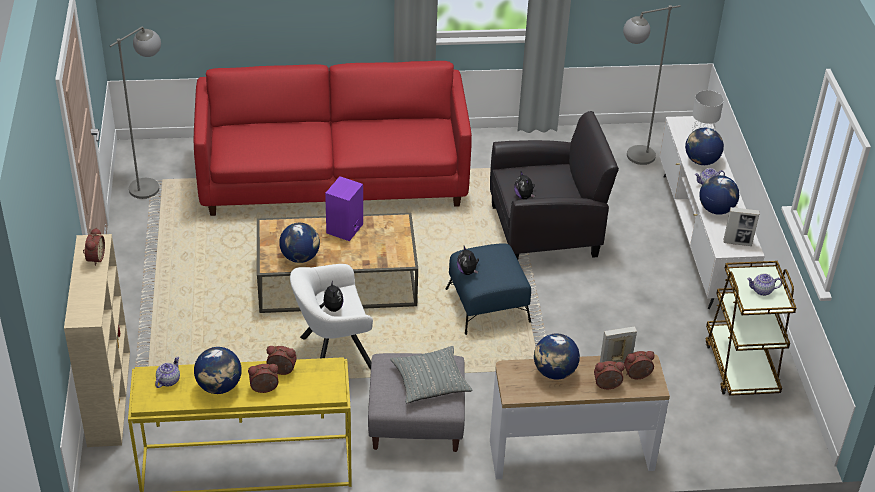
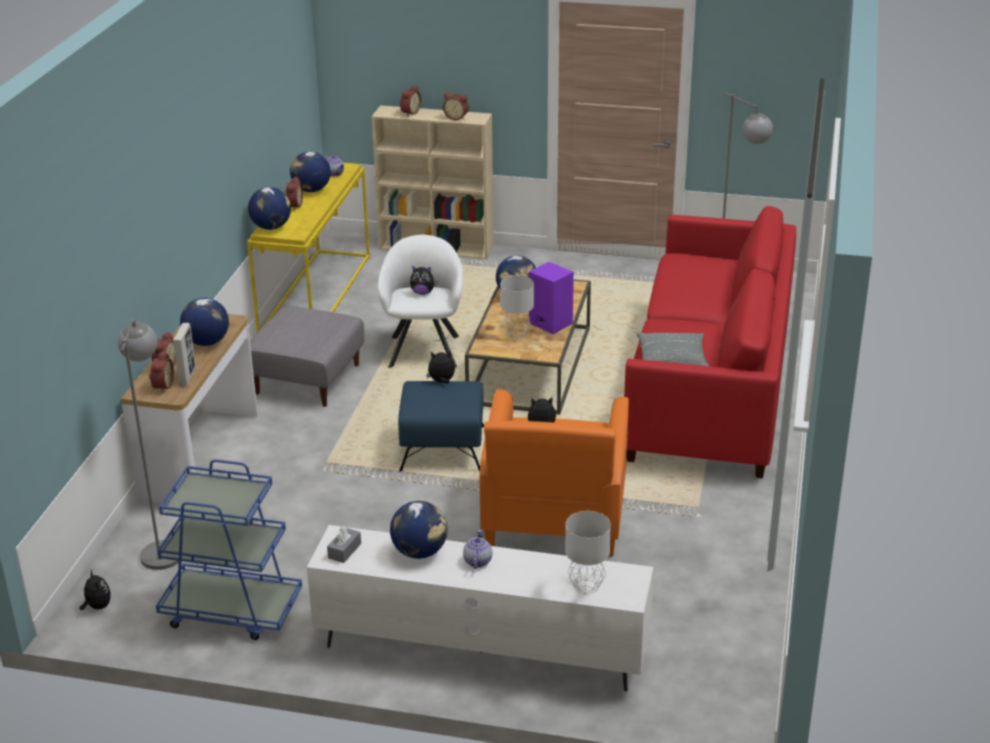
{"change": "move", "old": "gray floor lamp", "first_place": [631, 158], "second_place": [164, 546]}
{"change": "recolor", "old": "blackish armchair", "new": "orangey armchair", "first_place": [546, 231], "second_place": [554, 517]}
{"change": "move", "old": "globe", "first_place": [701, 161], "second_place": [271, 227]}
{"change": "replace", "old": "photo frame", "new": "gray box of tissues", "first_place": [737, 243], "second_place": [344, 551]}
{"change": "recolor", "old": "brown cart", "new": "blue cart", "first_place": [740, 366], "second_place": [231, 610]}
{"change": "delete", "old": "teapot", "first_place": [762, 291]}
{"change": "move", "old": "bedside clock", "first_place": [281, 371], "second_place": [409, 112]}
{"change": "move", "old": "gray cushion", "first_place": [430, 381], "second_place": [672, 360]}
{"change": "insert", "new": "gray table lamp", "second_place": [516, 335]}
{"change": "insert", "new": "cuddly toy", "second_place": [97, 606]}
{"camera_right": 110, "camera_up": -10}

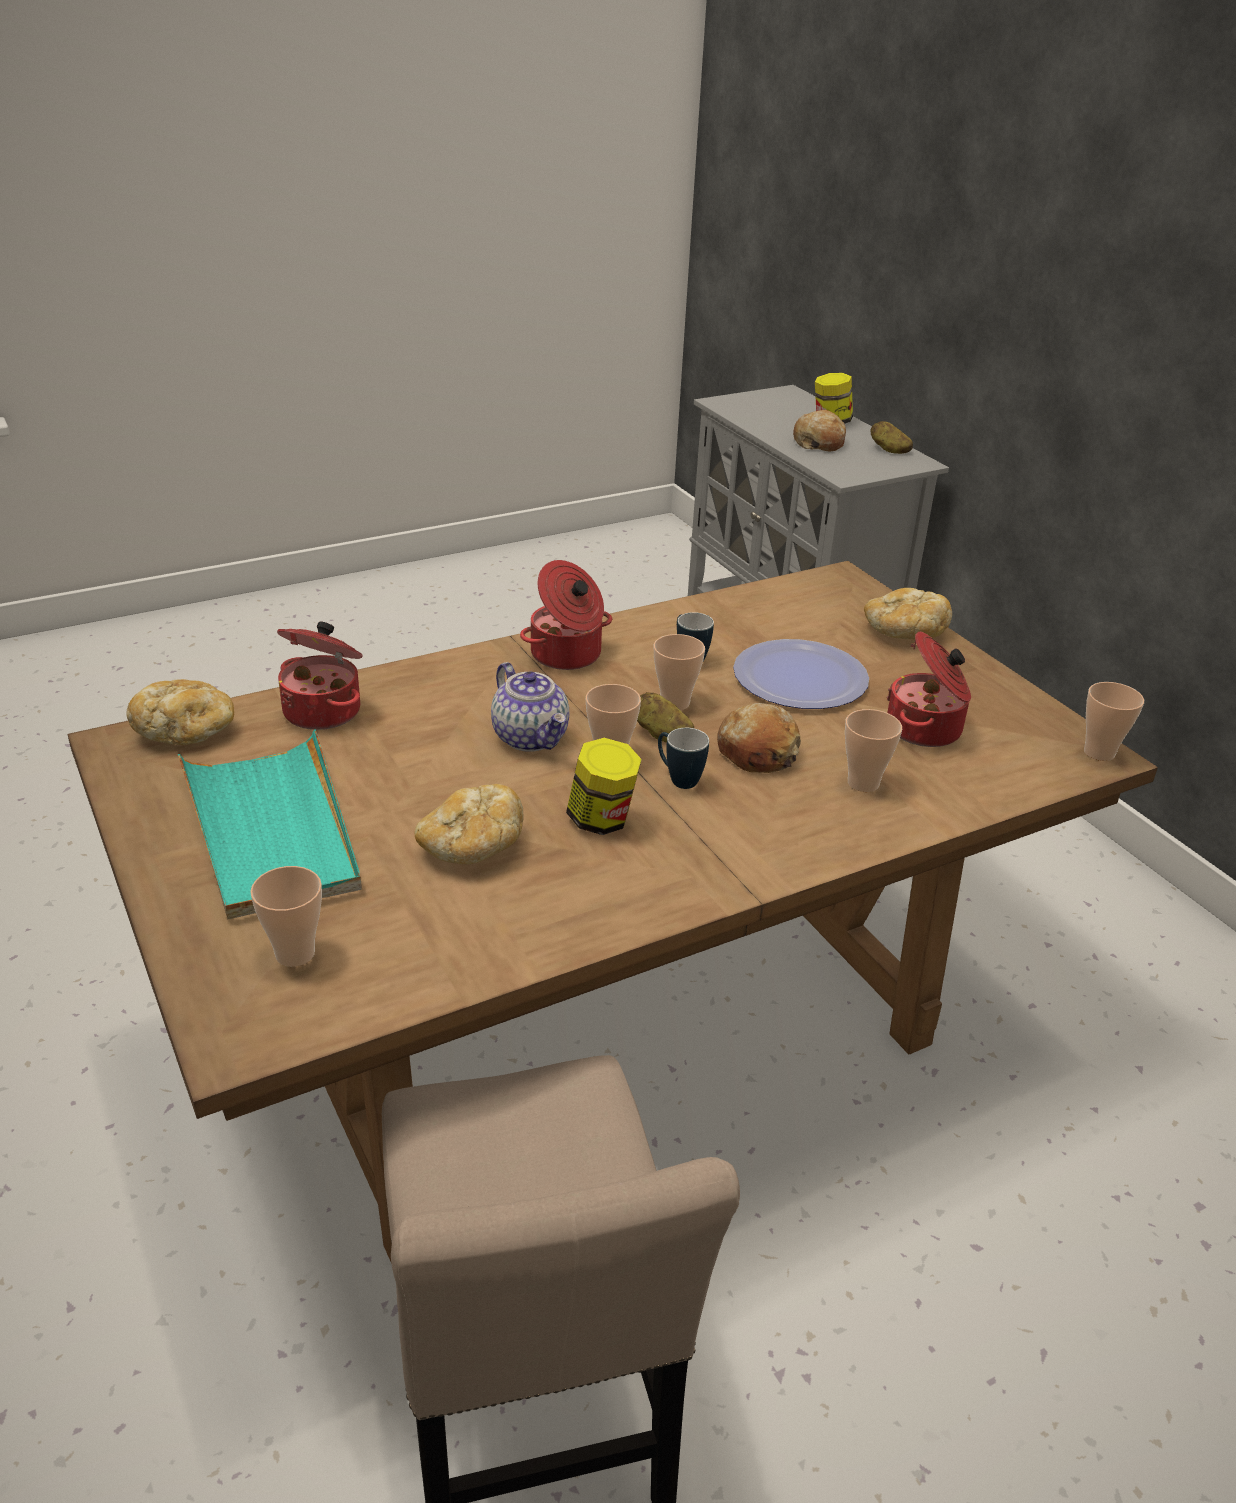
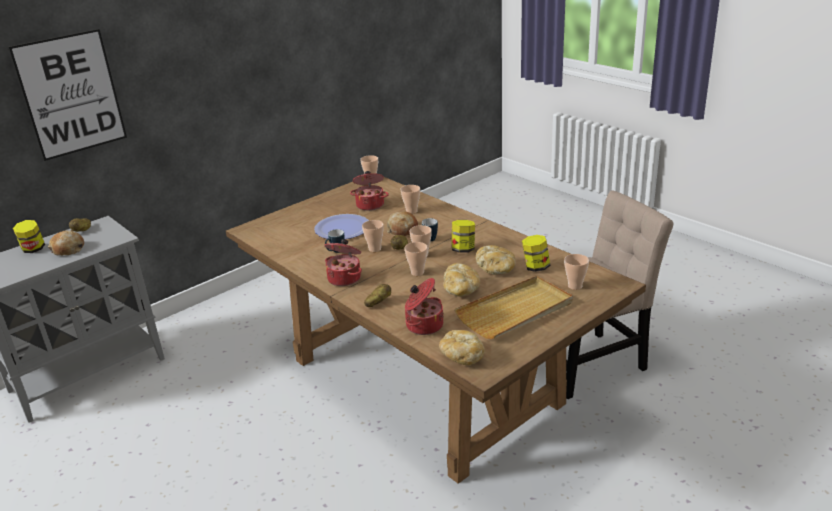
{"change": "move", "old": "baked bread", "first_place": [903, 633], "second_place": [461, 290]}
{"change": "replace", "old": "teapot", "new": "drinking cup", "first_place": [531, 737], "second_place": [417, 272]}
{"change": "recolor", "old": "turquoise-coloured tray", "new": "beige tray", "first_place": [271, 830], "second_place": [515, 311]}
{"change": "insert", "new": "wall picture", "second_place": [71, 94]}
{"change": "insert", "new": "jar", "second_place": [535, 267]}
{"change": "insert", "new": "spud", "second_place": [378, 303]}
{"camera_right": -100, "camera_up": -5}

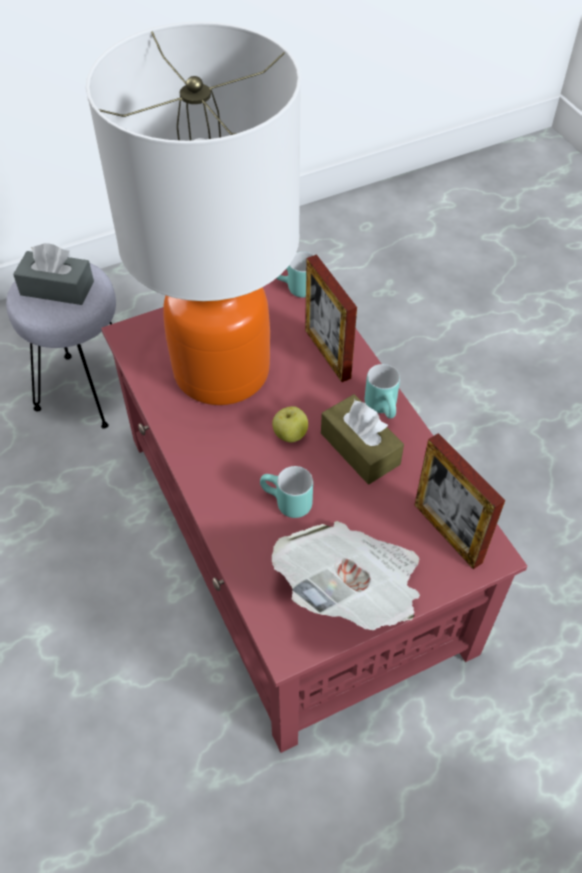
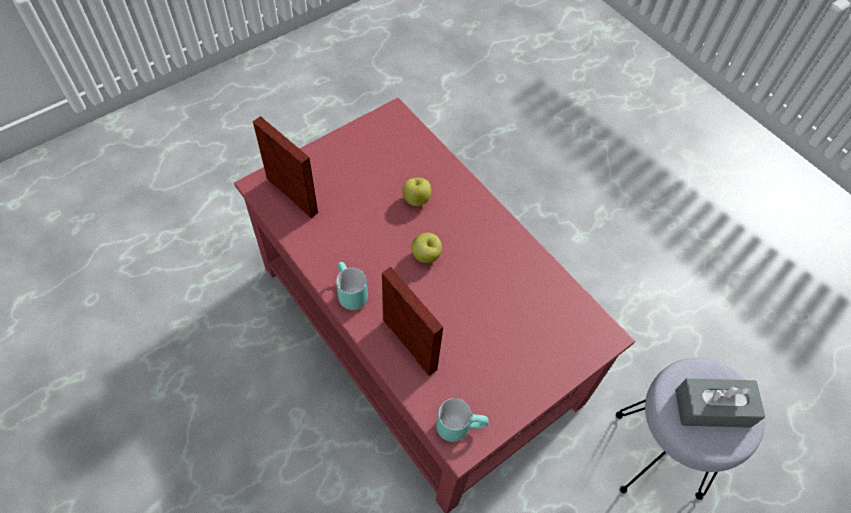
{"change": "delete", "old": "table lamp", "first_place": [220, 371]}
{"change": "delete", "old": "brown box of tissues", "first_place": [360, 448]}
{"change": "replace", "old": "turquoise-coloured mug", "new": "apple fruit", "first_place": [285, 504], "second_place": [416, 199]}
{"change": "delete", "old": "printed paper", "first_place": [352, 590]}
{"camera_right": 165, "camera_up": 5}

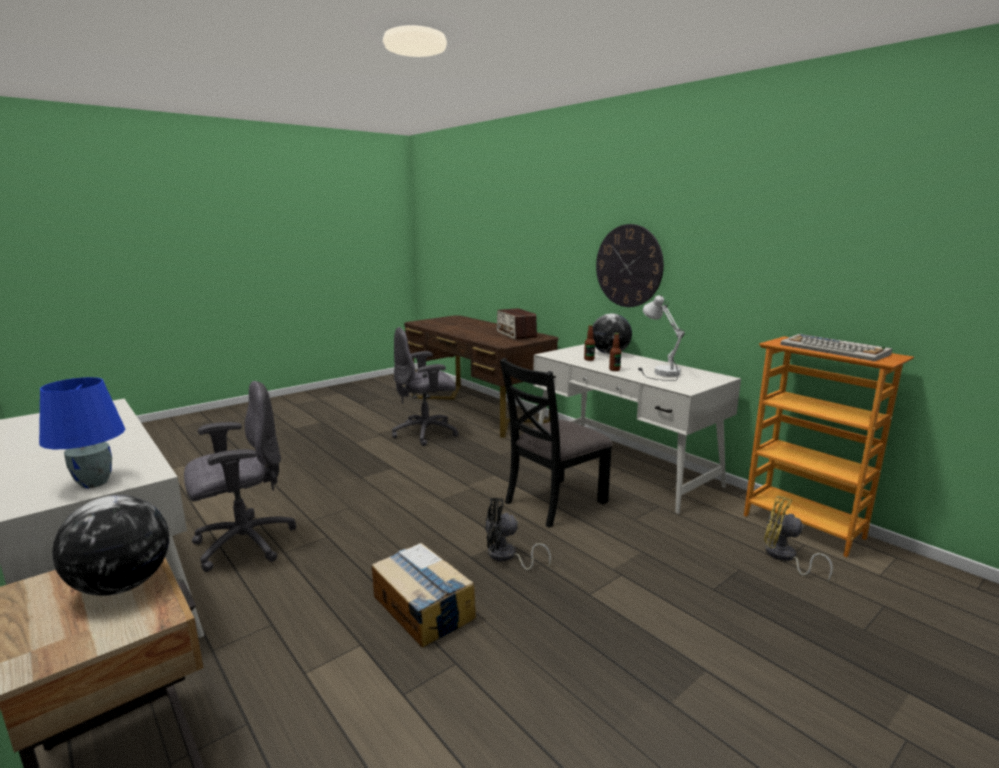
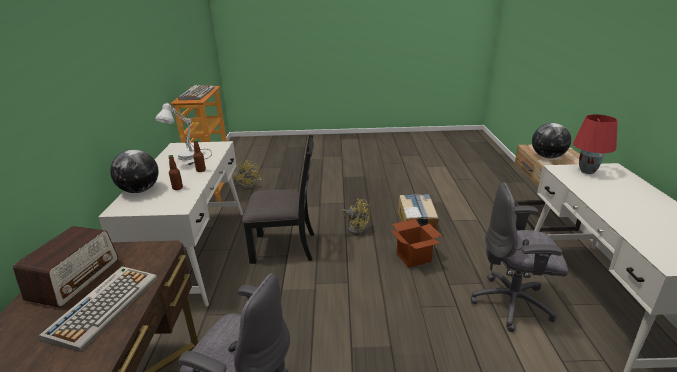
{"change": "delete", "old": "clock on the wall", "first_place": [628, 266]}
{"change": "recolor", "old": "blue table lamp", "new": "red-coloured table lamp", "first_place": [93, 483], "second_place": [587, 171]}
{"change": "recolor", "old": "blackish fan", "new": "yellow fan", "first_place": [506, 557], "second_place": [356, 228]}
{"change": "insert", "new": "packing box", "second_place": [413, 257]}
{"change": "insert", "new": "keyboard", "second_place": [104, 306]}
{"camera_right": -140, "camera_up": 10}

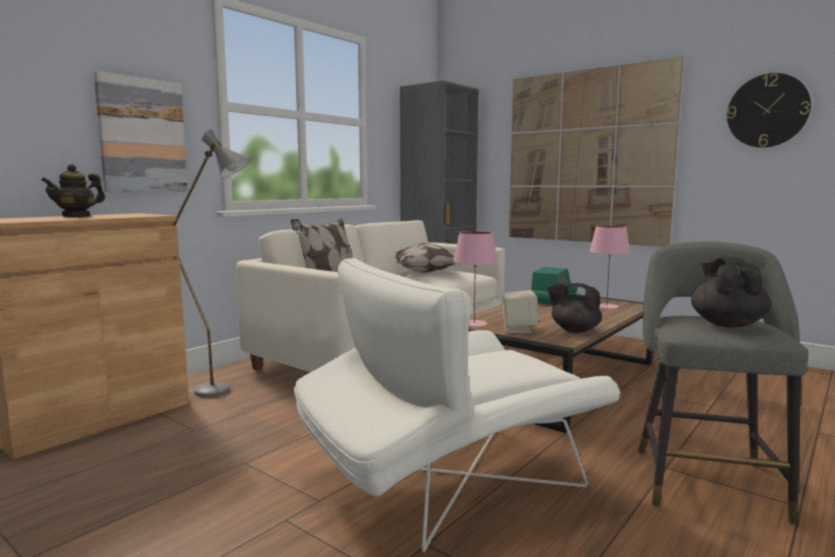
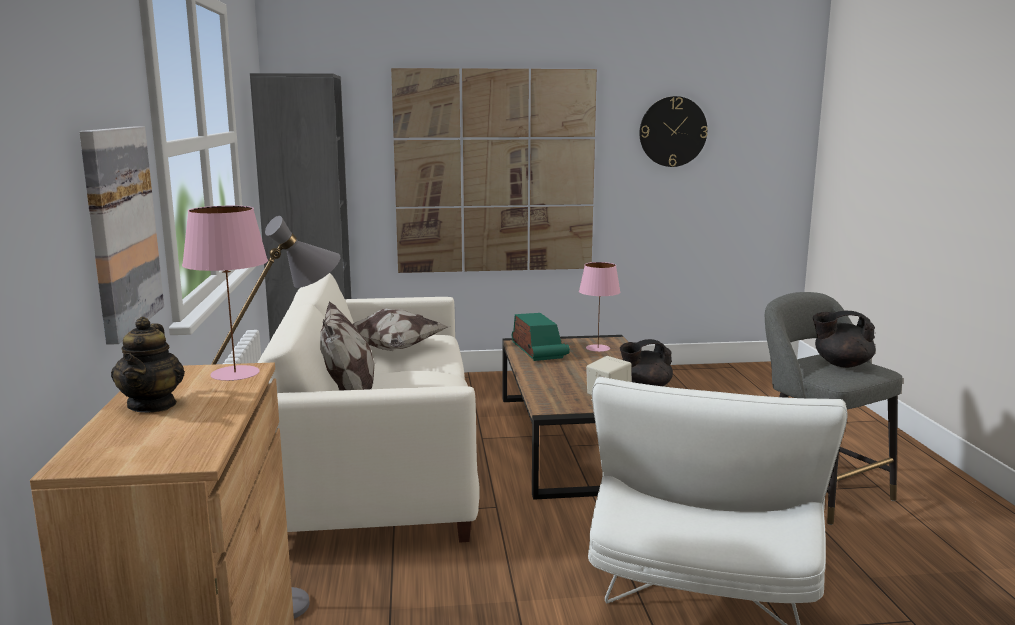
{"change": "move", "old": "pink-coloured table lamp", "first_place": [474, 323], "second_place": [235, 373]}
{"change": "rotate", "old": "blackish teapot", "first_place": [727, 324], "second_place": [841, 364], "degrees": -45}
{"camera_right": -45, "camera_up": 5}

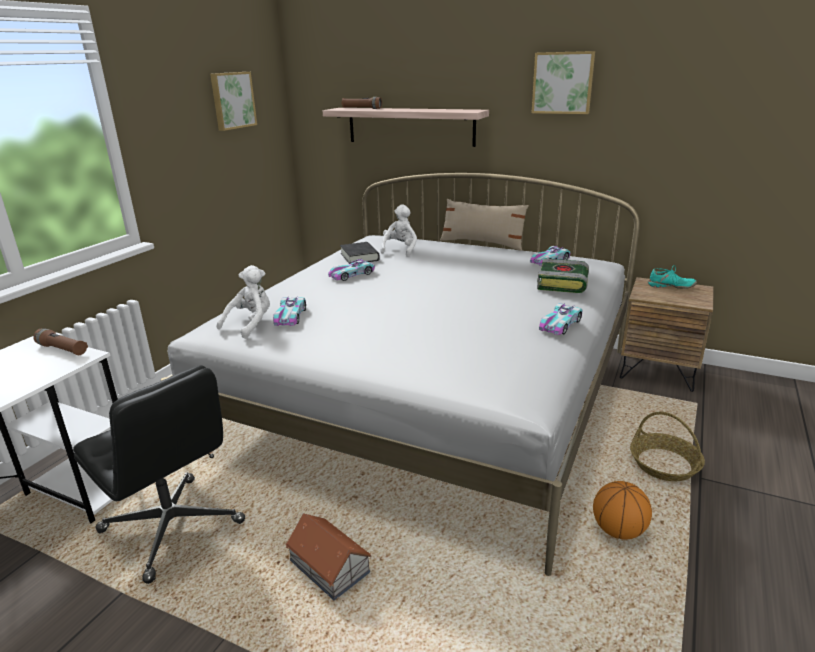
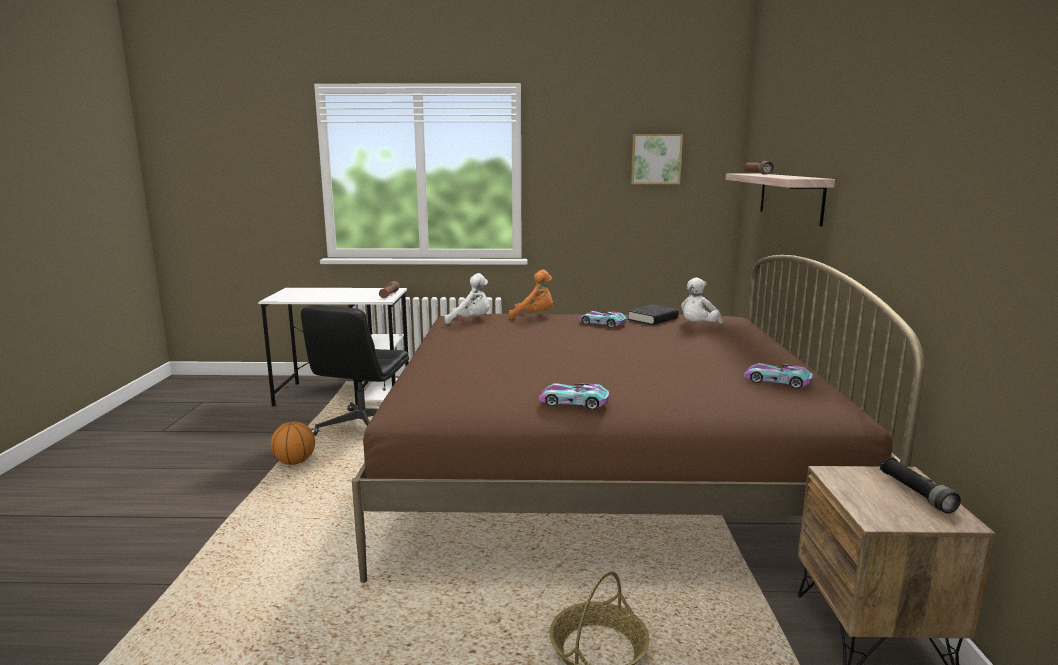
{"change": "delete", "old": "wall picture", "first_place": [563, 83]}
{"change": "recolor", "old": "white-coloured sleeping bed", "new": "brown sleeping bed", "first_place": [428, 396], "second_place": [602, 473]}
{"change": "delete", "old": "beige cushion", "first_place": [482, 243]}
{"change": "rotate", "old": "white-coloured cuddly toy", "first_place": [400, 250], "second_place": [698, 326], "degrees": 135}
{"change": "delete", "old": "bound book", "first_place": [563, 283]}
{"change": "replace", "old": "turquoise-coloured item of footwear", "new": "blackish flashlight", "first_place": [670, 286], "second_place": [916, 493]}
{"change": "delete", "old": "miniature car", "first_place": [290, 316]}
{"change": "move", "old": "basketball ball", "first_place": [618, 530], "second_place": [295, 462]}
{"change": "delete", "old": "toy house", "first_place": [329, 568]}
{"change": "insert", "new": "orangey cuddly toy", "second_place": [534, 316]}
{"camera_right": 65, "camera_up": -10}

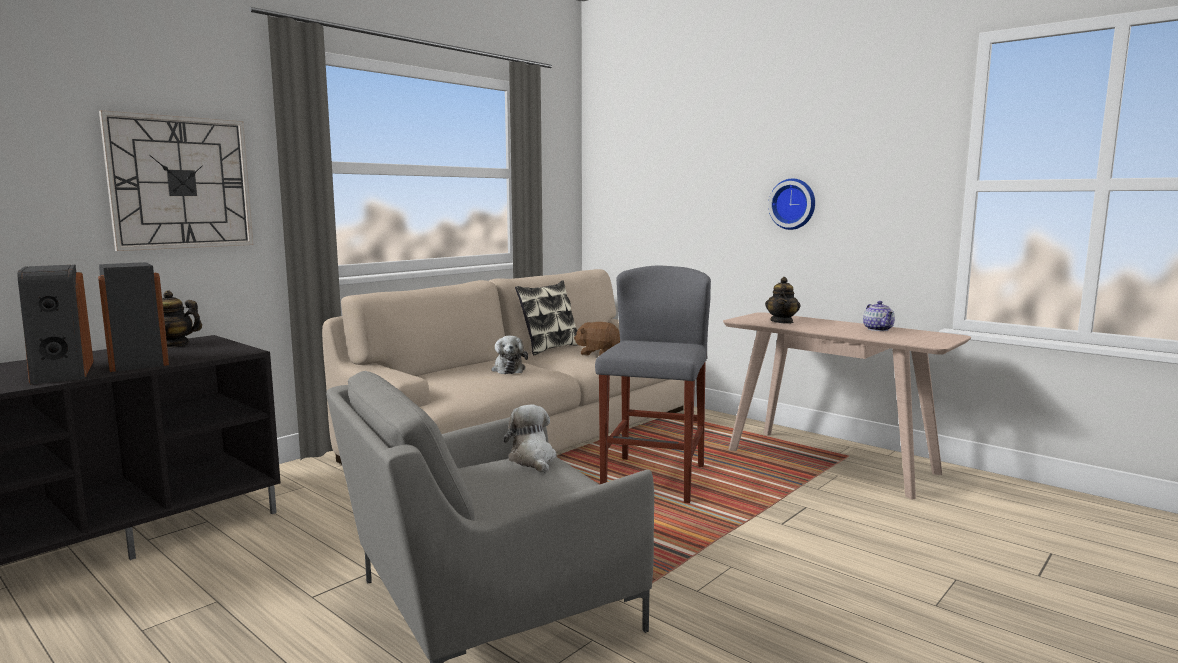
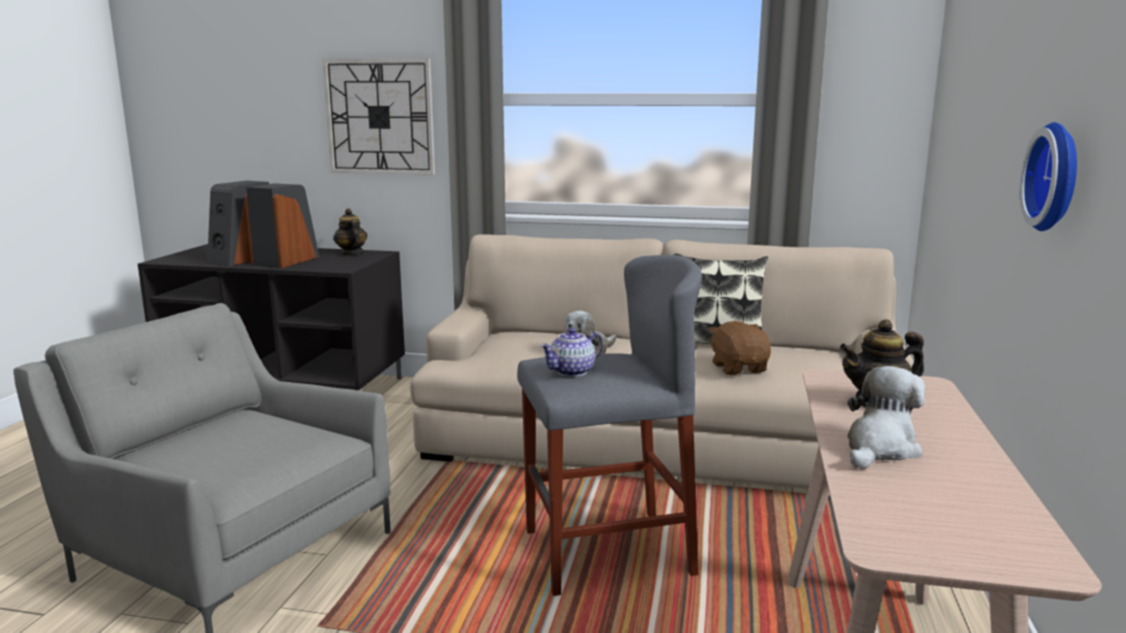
{"change": "move", "old": "teapot", "first_place": [878, 329], "second_place": [572, 371]}
{"change": "move", "old": "cuddly toy", "first_place": [533, 460], "second_place": [879, 448]}
{"camera_right": 60, "camera_up": 5}

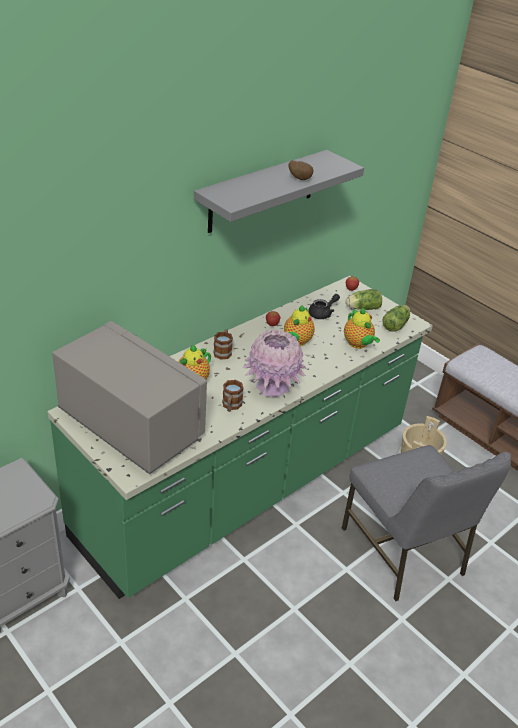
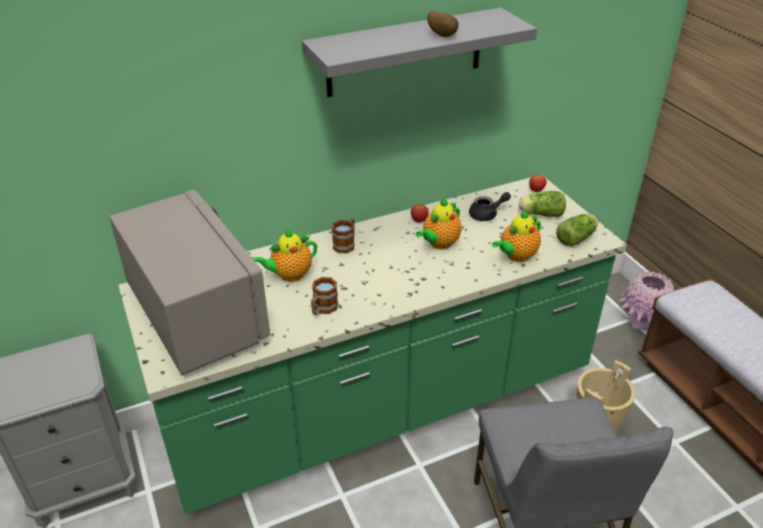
{"change": "rotate", "old": "teapot", "first_place": [358, 344], "second_place": [516, 256], "degrees": 60}
{"change": "move", "old": "pink-coloured vase", "first_place": [273, 387], "second_place": [642, 321]}
{"camera_right": 20, "camera_up": 0}

